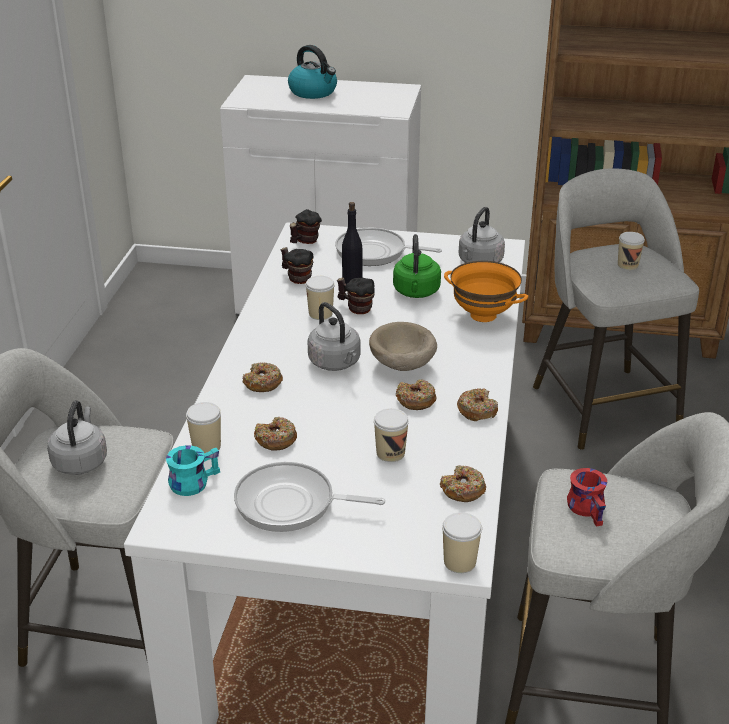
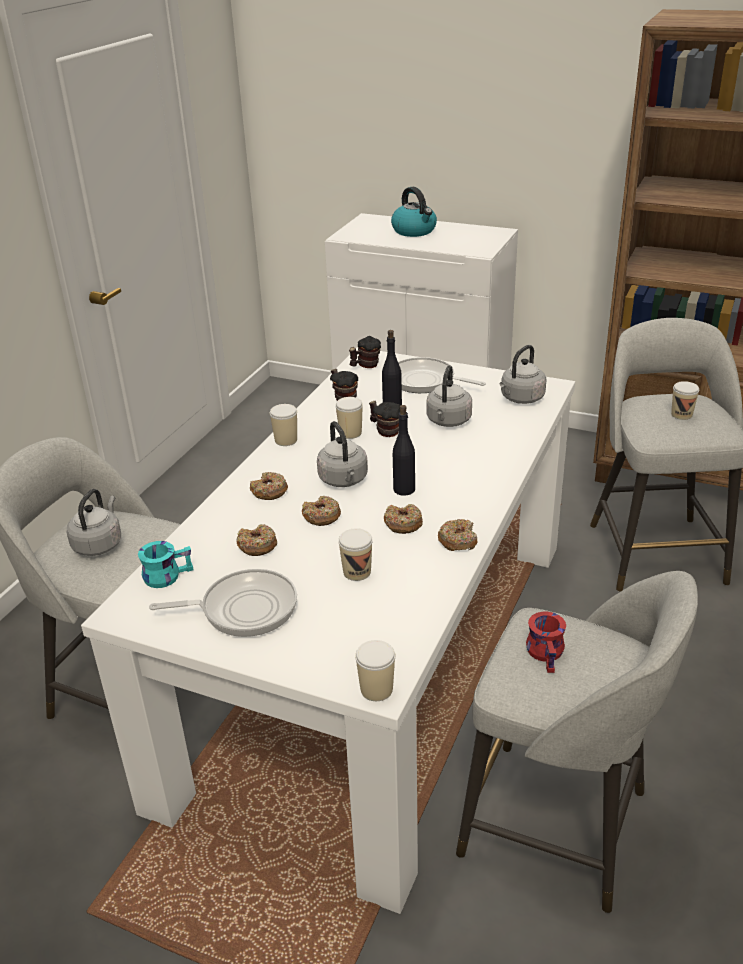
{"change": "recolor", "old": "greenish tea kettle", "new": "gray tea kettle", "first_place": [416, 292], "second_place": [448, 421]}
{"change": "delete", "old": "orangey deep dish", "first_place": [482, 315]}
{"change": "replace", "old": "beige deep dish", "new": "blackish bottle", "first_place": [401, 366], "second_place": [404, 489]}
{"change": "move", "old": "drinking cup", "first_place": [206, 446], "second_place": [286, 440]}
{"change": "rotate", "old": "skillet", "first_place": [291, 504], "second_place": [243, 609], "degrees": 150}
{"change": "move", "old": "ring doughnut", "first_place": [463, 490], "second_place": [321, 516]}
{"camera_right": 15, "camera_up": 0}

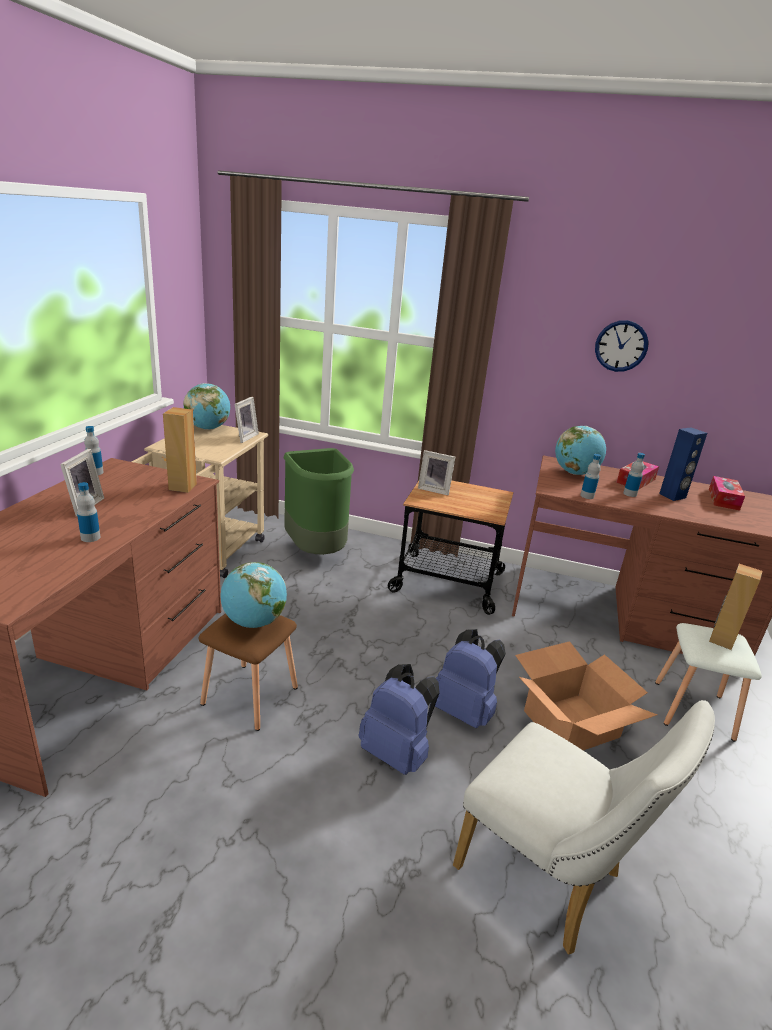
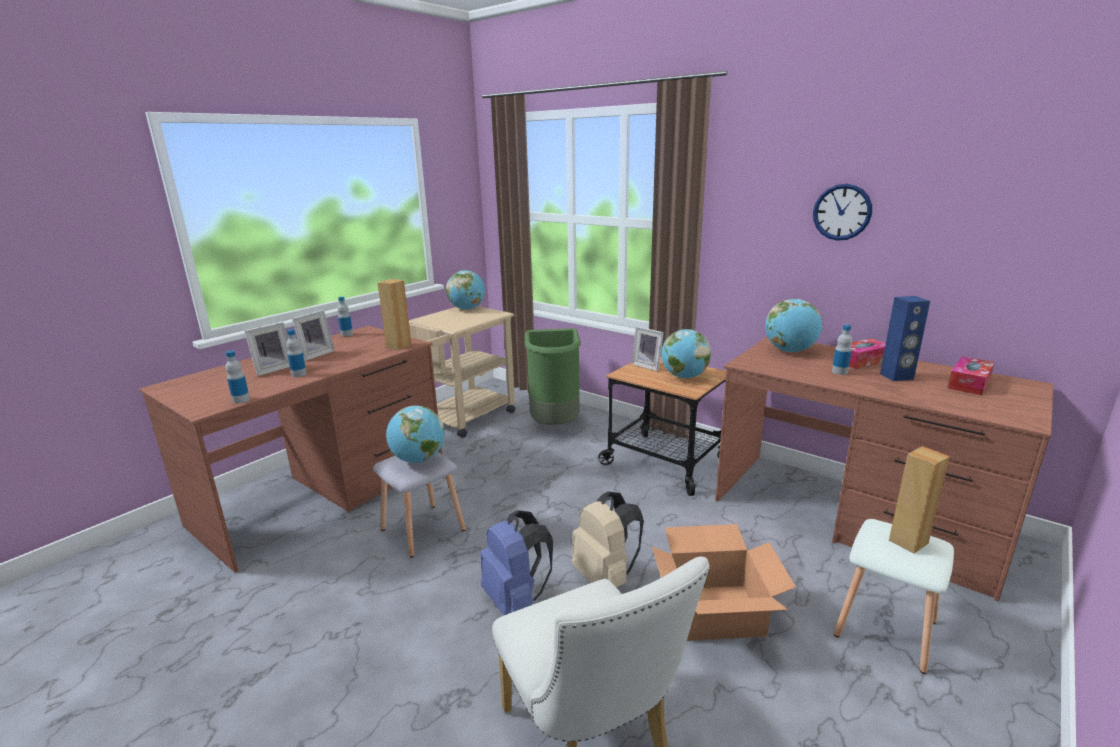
{"change": "move", "old": "photo frame", "first_place": [244, 437], "second_place": [273, 369]}
{"change": "move", "old": "bottle", "first_place": [587, 496], "second_place": [241, 400]}
{"change": "recolor", "old": "brown sitting stool", "new": "gray sitting stool", "first_place": [250, 696], "second_place": [422, 530]}
{"change": "recolor", "old": "blue backpack", "new": "beige backpack", "first_place": [464, 711], "second_place": [606, 577]}
{"change": "insert", "new": "globe", "second_place": [684, 377]}
{"camera_right": 25, "camera_up": -5}

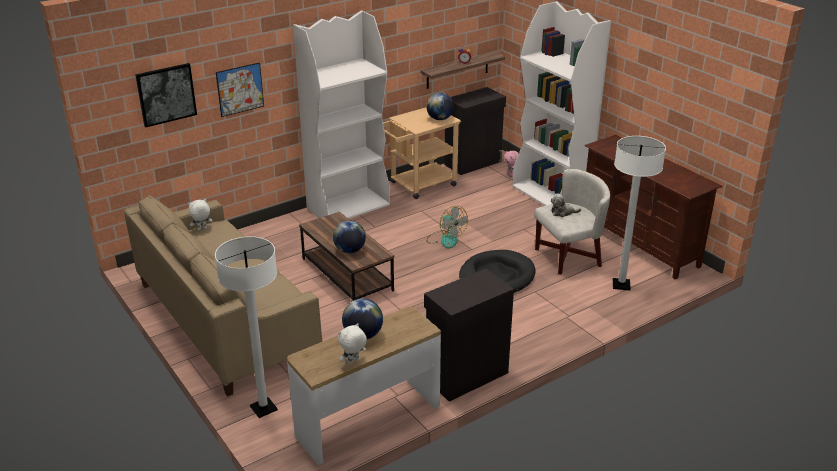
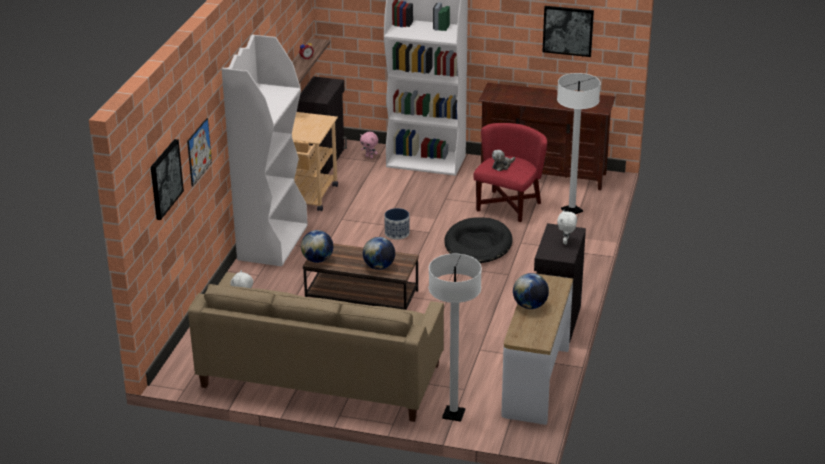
{"change": "move", "old": "globe", "first_place": [439, 119], "second_place": [317, 260]}
{"change": "recolor", "old": "white-coloured armchair", "new": "red-coloured armchair", "first_place": [568, 257], "second_place": [508, 206]}
{"change": "replace", "old": "fan", "new": "plant pot", "first_place": [445, 239], "second_place": [397, 233]}
{"change": "move", "old": "white-coloured cuddly toy", "first_place": [353, 362], "second_place": [566, 242]}
{"change": "insert", "new": "wall picture", "second_place": [568, 30]}
{"camera_right": -40, "camera_up": 0}

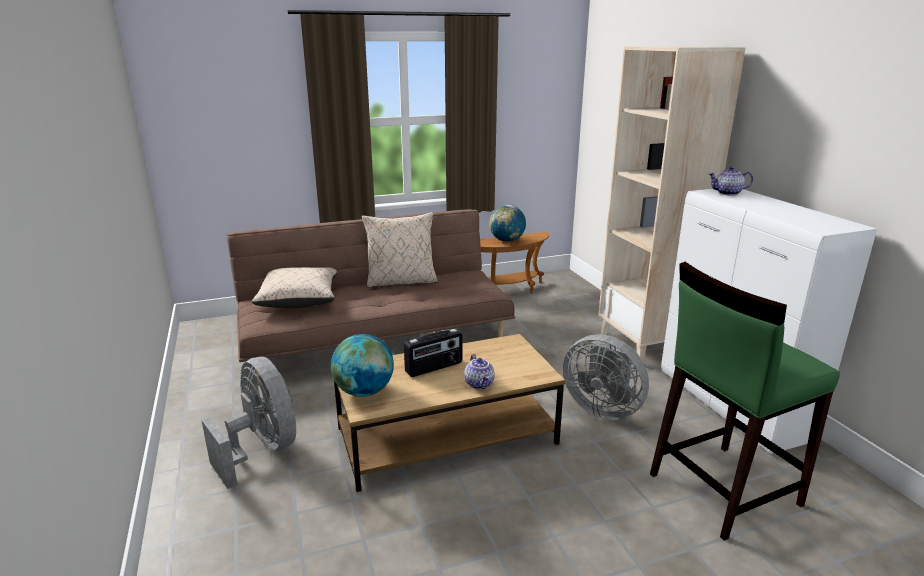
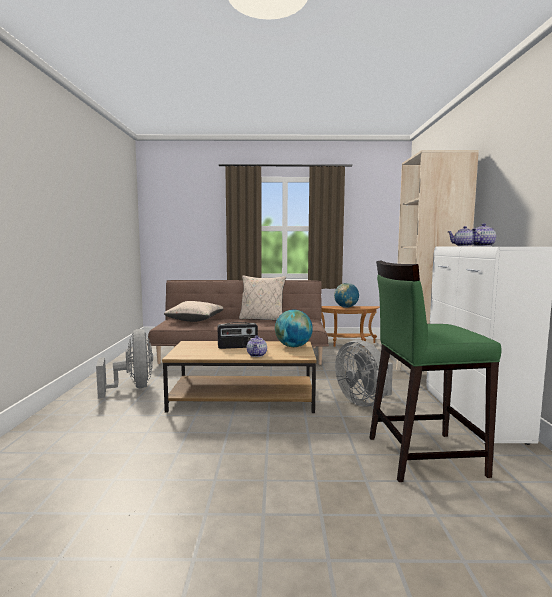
{"change": "move", "old": "globe", "first_place": [364, 391], "second_place": [293, 346]}
{"change": "insert", "new": "teapot", "second_place": [483, 246]}
{"camera_right": 20, "camera_up": -15}

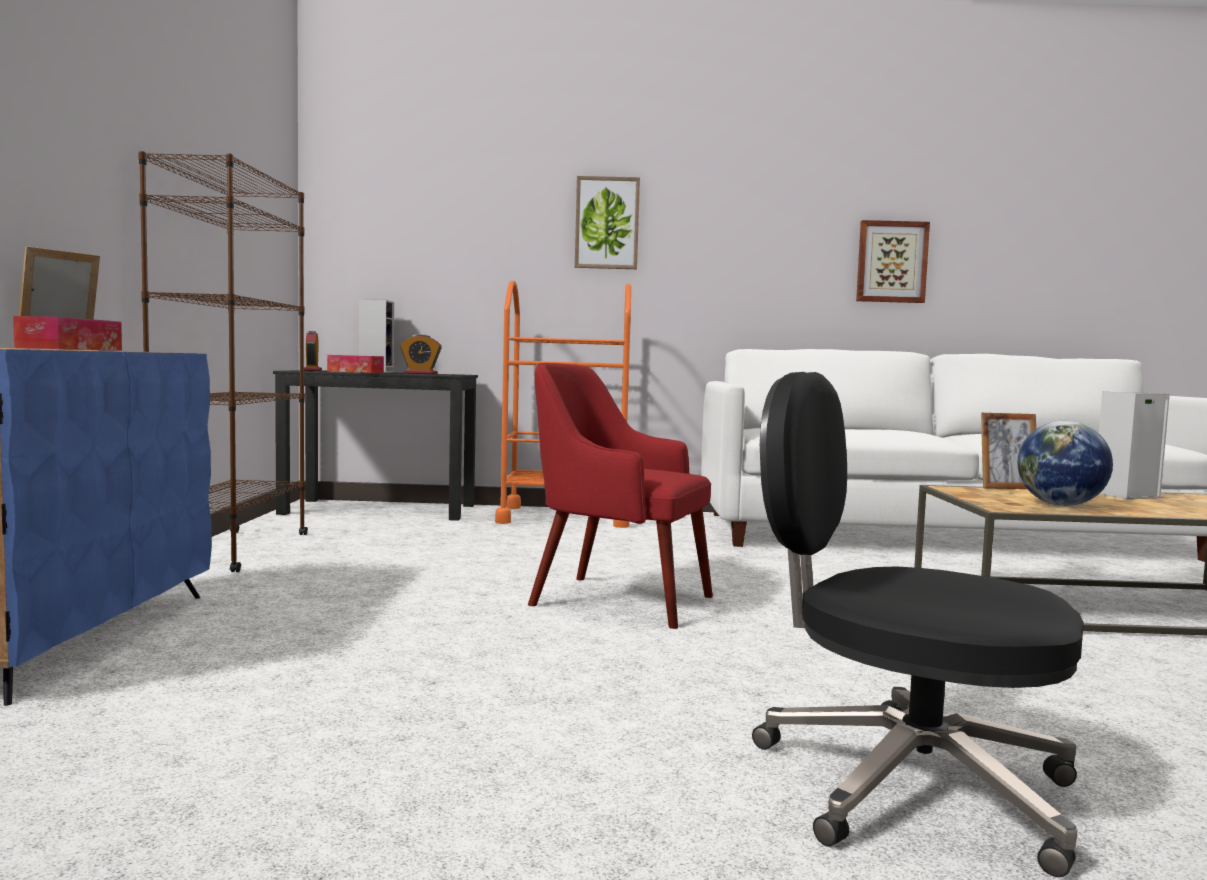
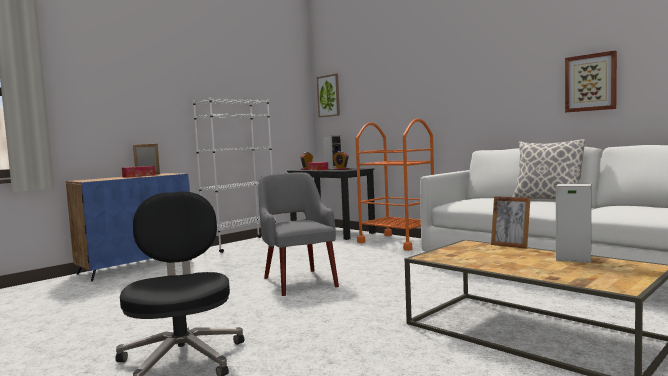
{"change": "recolor", "old": "brown bookcase", "new": "white-coloured bookcase", "first_place": [233, 550], "second_place": [241, 244]}
{"change": "move", "old": "wall picture", "first_place": [607, 223], "second_place": [329, 96]}
{"change": "recolor", "old": "red-coloured armchair", "new": "gray armchair", "first_place": [616, 600], "second_place": [299, 281]}
{"change": "delete", "old": "globe", "first_place": [1060, 505]}
{"change": "insert", "new": "cushion", "second_place": [547, 200]}
{"camera_right": 45, "camera_up": 0}

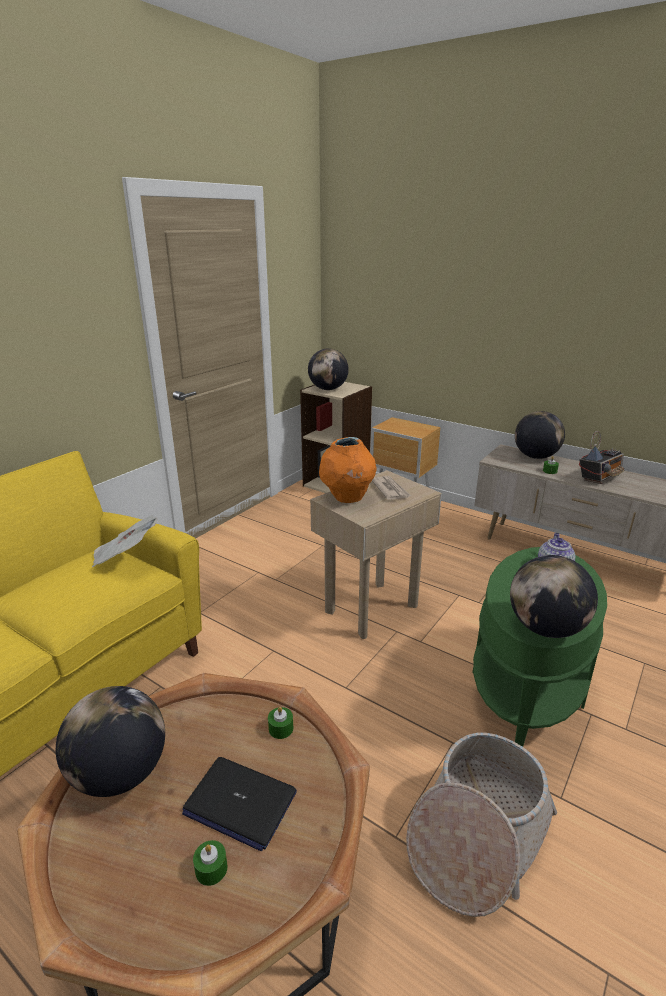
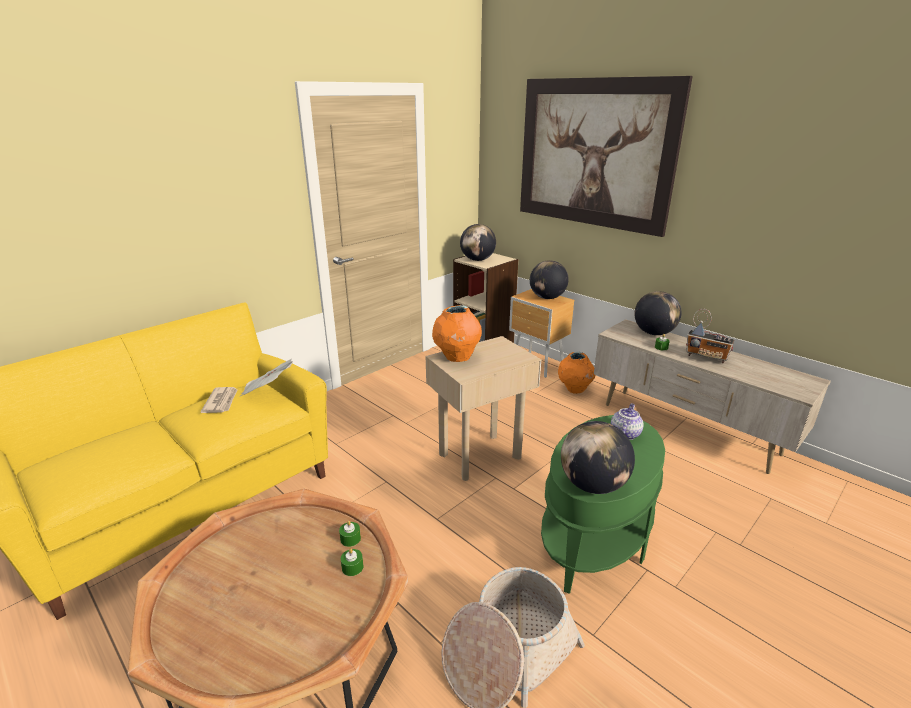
{"change": "rotate", "old": "radio", "first_place": [599, 478], "second_place": [706, 357], "degrees": 60}
{"change": "move", "old": "printed paper", "first_place": [390, 490], "second_place": [221, 402]}
{"change": "move", "old": "globe", "first_place": [120, 773], "second_place": [547, 297]}
{"change": "delete", "old": "portable computer", "first_place": [239, 803]}
{"change": "move", "old": "greenish candle", "first_place": [211, 869], "second_place": [352, 567]}
{"change": "insert", "new": "wall picture", "second_place": [594, 154]}
{"change": "insert", "new": "orangey vase", "second_place": [574, 390]}
{"camera_right": 10, "camera_up": 0}

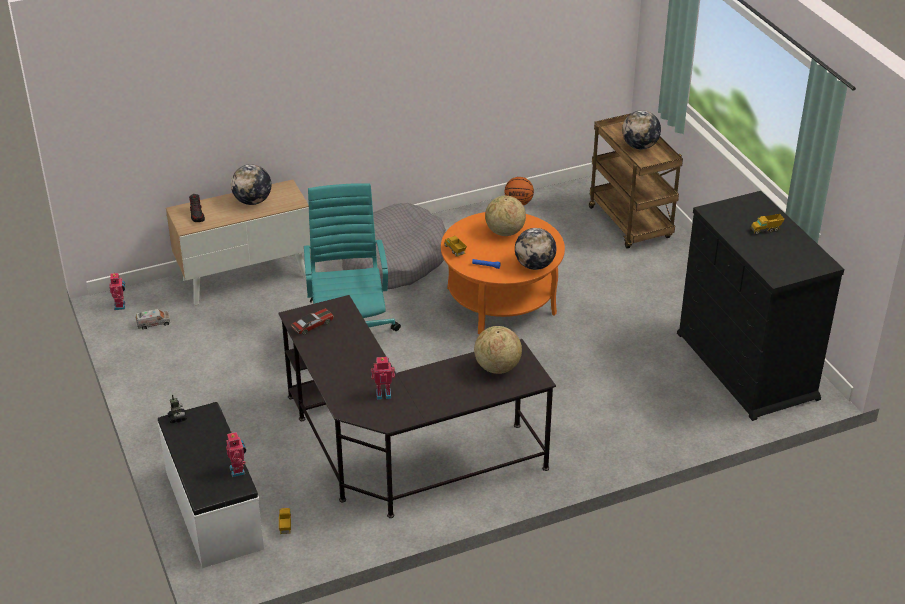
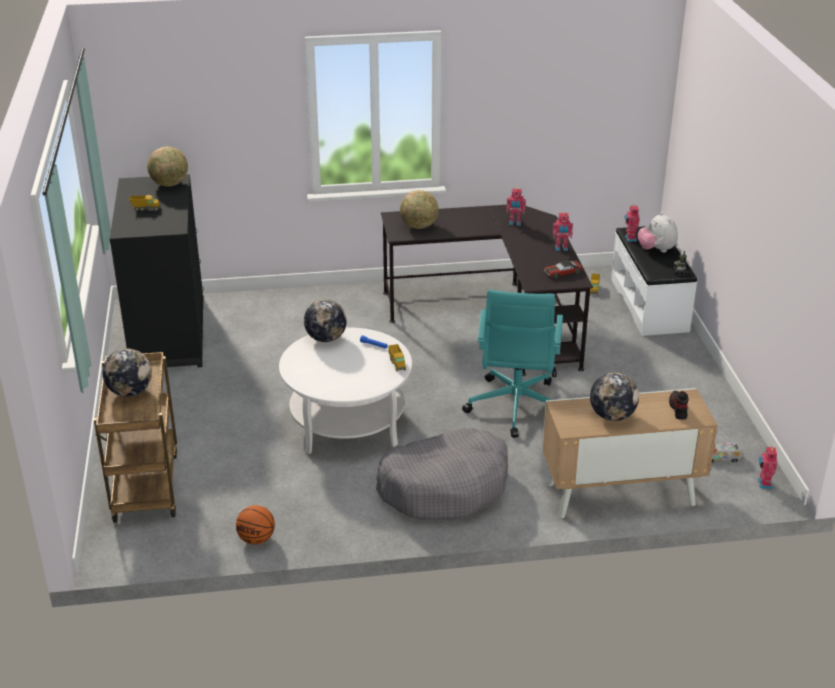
{"change": "move", "old": "globe", "first_place": [504, 232], "second_place": [170, 184]}
{"change": "recolor", "old": "orangey lounge table", "new": "white-coloured lounge table", "first_place": [501, 300], "second_place": [348, 422]}
{"change": "insert", "new": "cuddly toy", "second_place": [656, 250]}
{"change": "insert", "new": "toy robot", "second_place": [561, 248]}
{"camera_right": -165, "camera_up": -5}

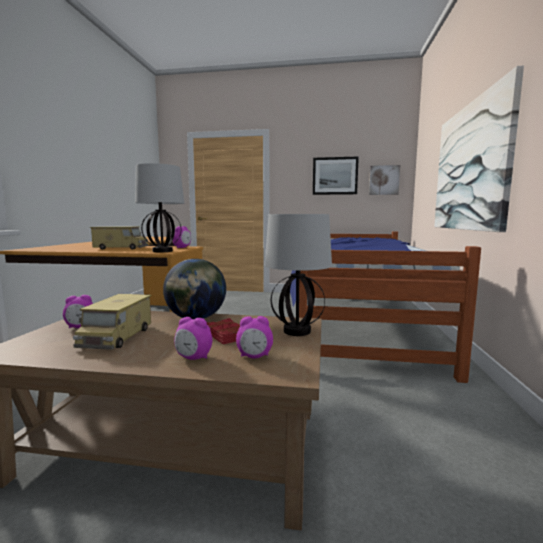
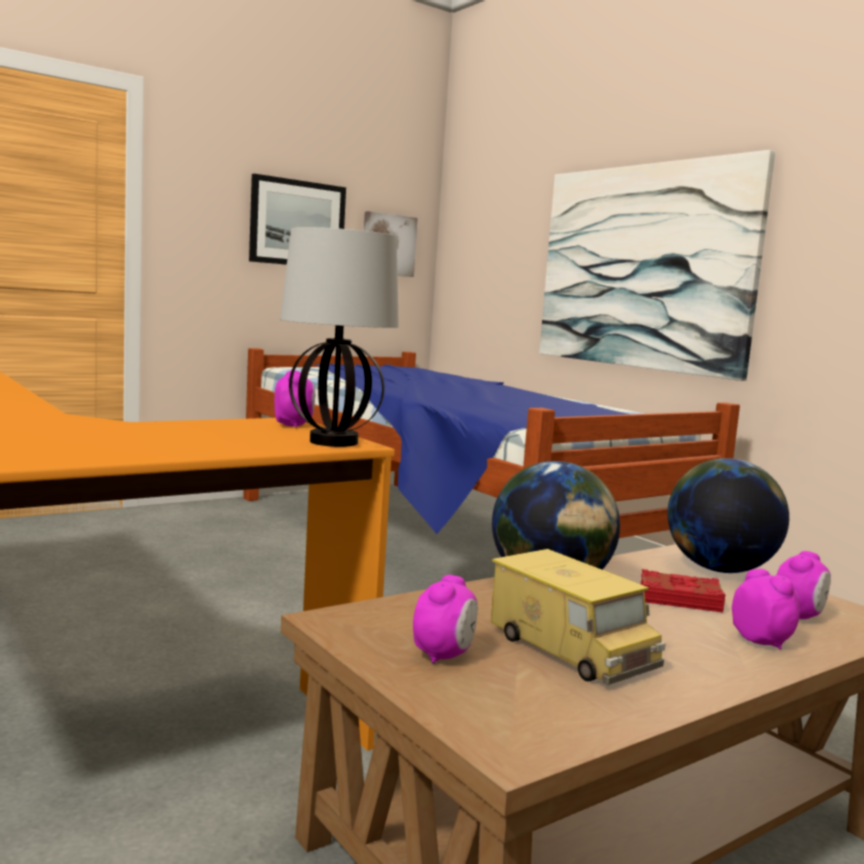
{"change": "replace", "old": "table lamp", "new": "globe", "first_place": [297, 331], "second_place": [719, 569]}
{"change": "delete", "old": "toy truck", "first_place": [121, 248]}
{"change": "rotate", "old": "bedside clock", "first_place": [193, 358], "second_place": [761, 641], "degrees": -90}
{"camera_right": -45, "camera_up": 0}

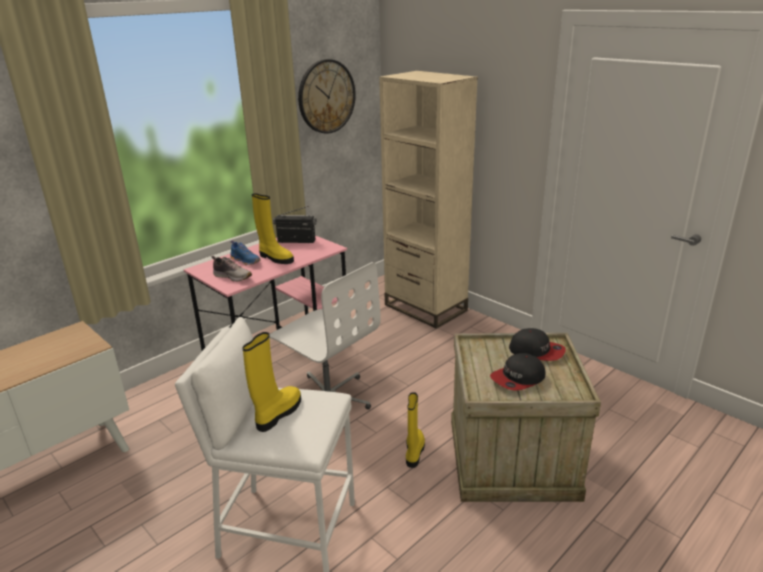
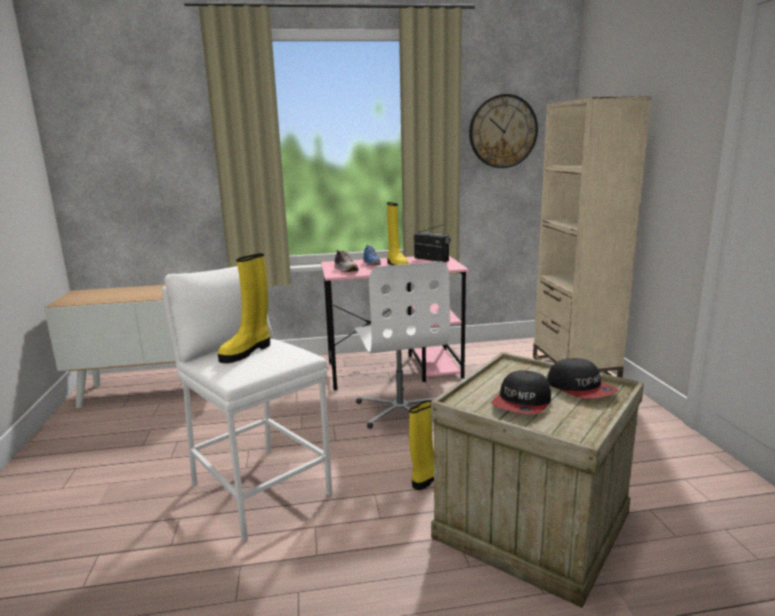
{"change": "rotate", "old": "yellow tall boot", "first_place": [277, 414], "second_place": [247, 351], "degrees": 150}
{"change": "rotate", "old": "peaked cap", "first_place": [518, 378], "second_place": [522, 403], "degrees": -60}
{"camera_right": 35, "camera_up": -10}

